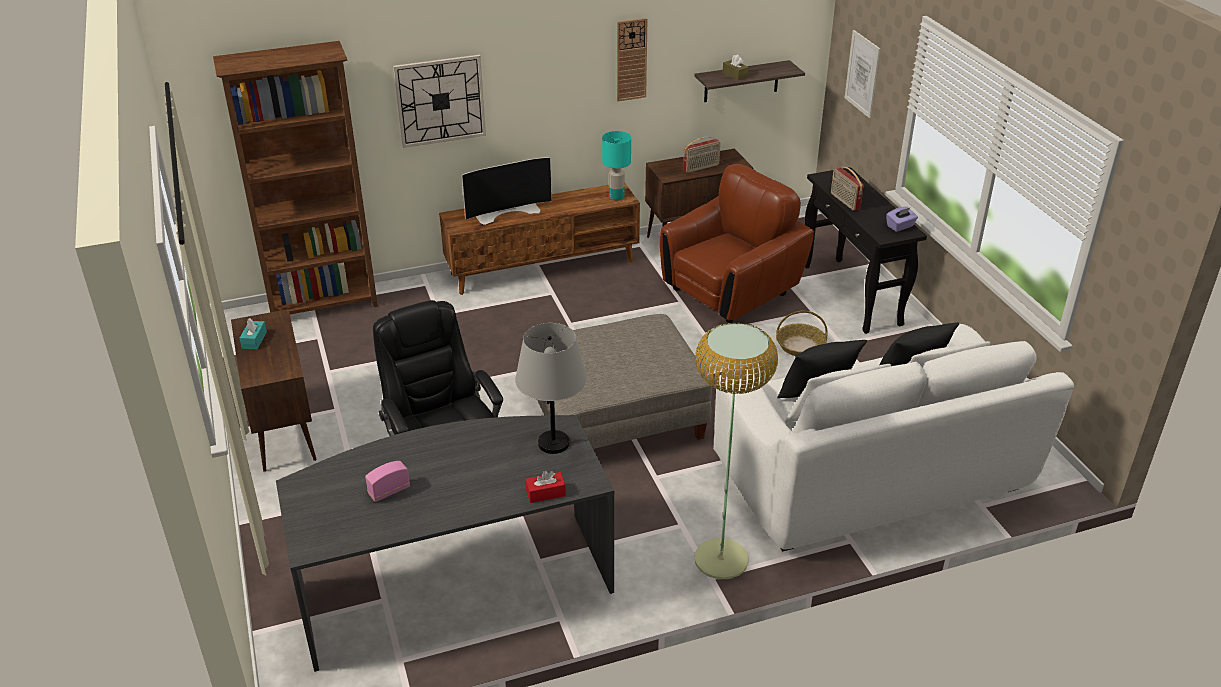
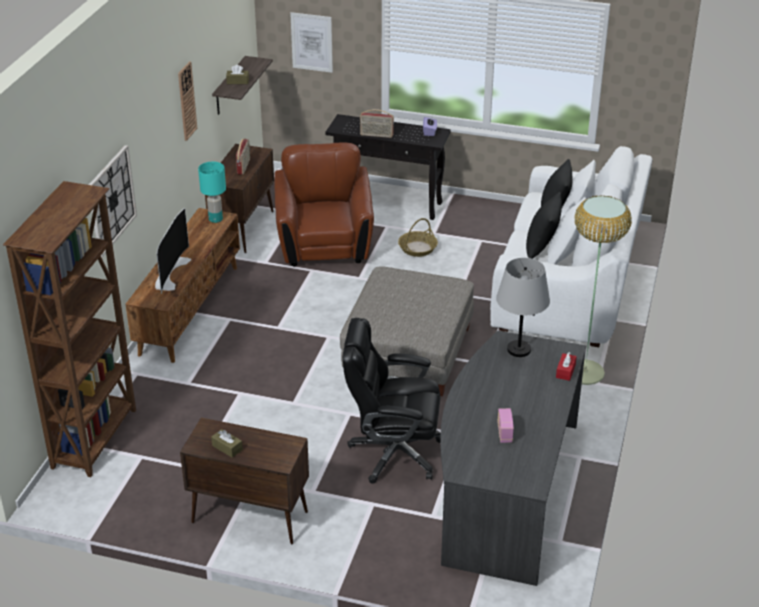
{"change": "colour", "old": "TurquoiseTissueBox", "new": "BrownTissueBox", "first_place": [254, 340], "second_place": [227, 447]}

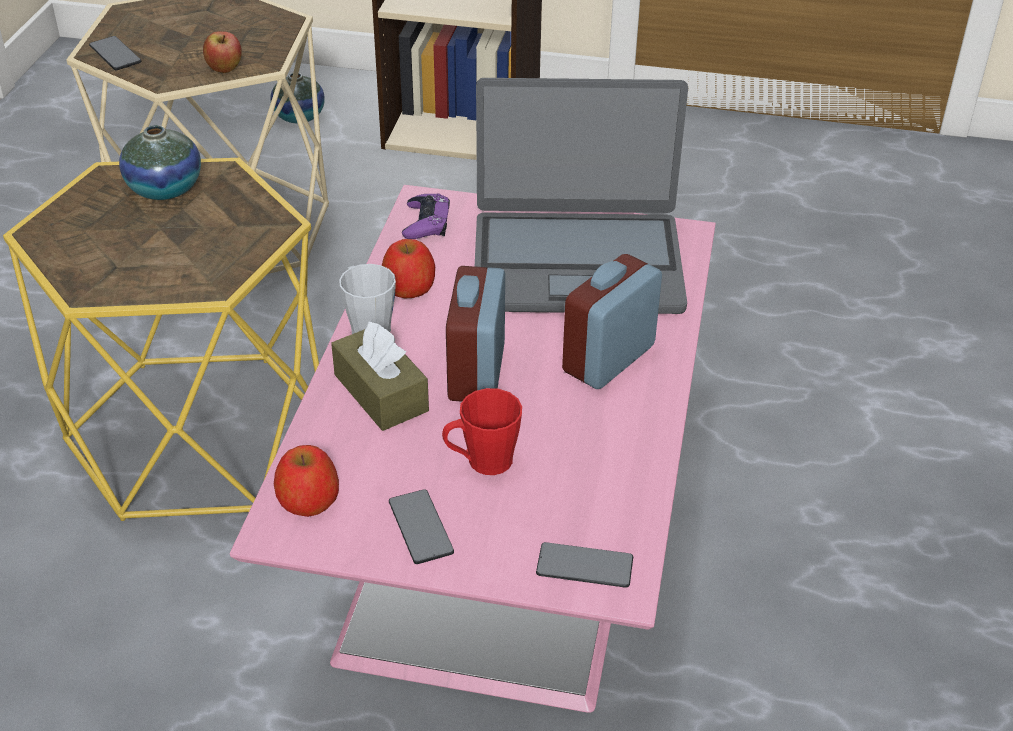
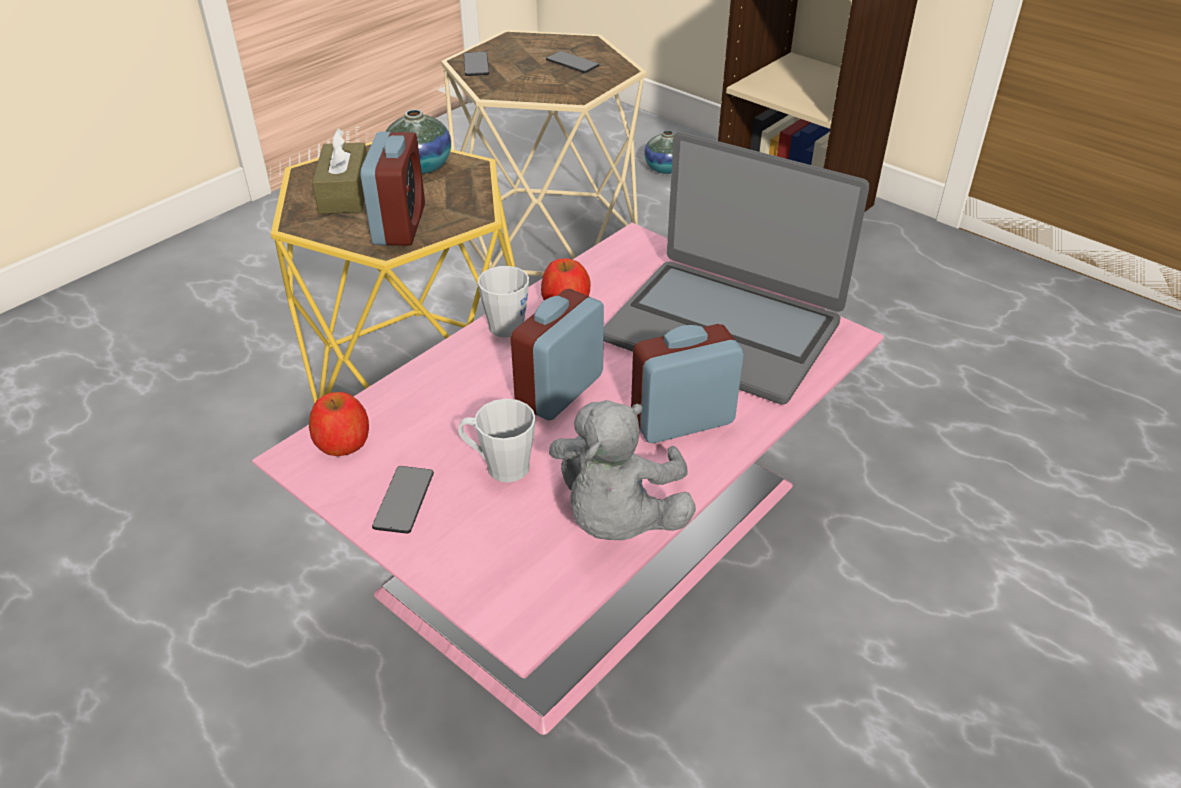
{"change": "missing", "old": "Apple", "first_place": [225, 70]}
{"change": "relocated", "old": "BrownTissueBox", "first_place": [381, 393], "second_place": [345, 193]}
{"change": "missing", "old": "PurpleGameController", "first_place": [426, 223]}
{"change": "colour", "old": "RedMug", "new": "GreyMug", "first_place": [481, 461], "second_place": [499, 466]}
{"change": "relocated", "old": "Phone", "first_place": [584, 566], "second_place": [572, 63]}
{"change": "appeared", "new": "AlarmClock", "second_place": [399, 225]}
{"change": "appeared", "new": "GreyPlushToy", "second_place": [618, 518]}

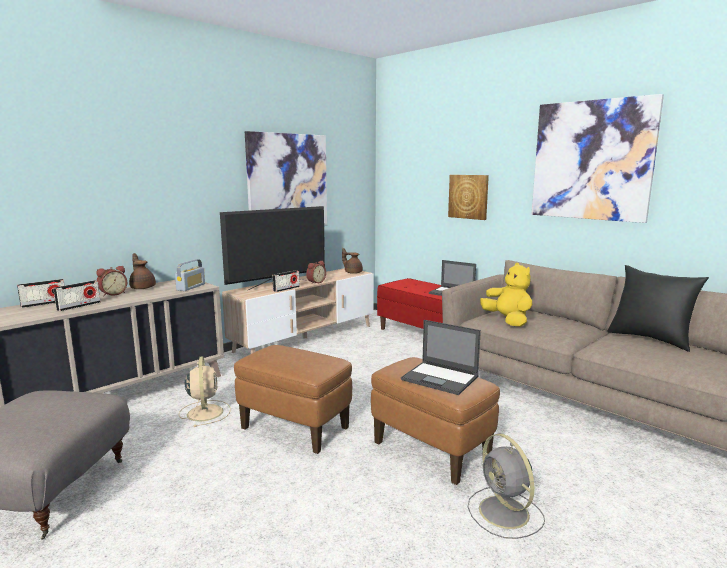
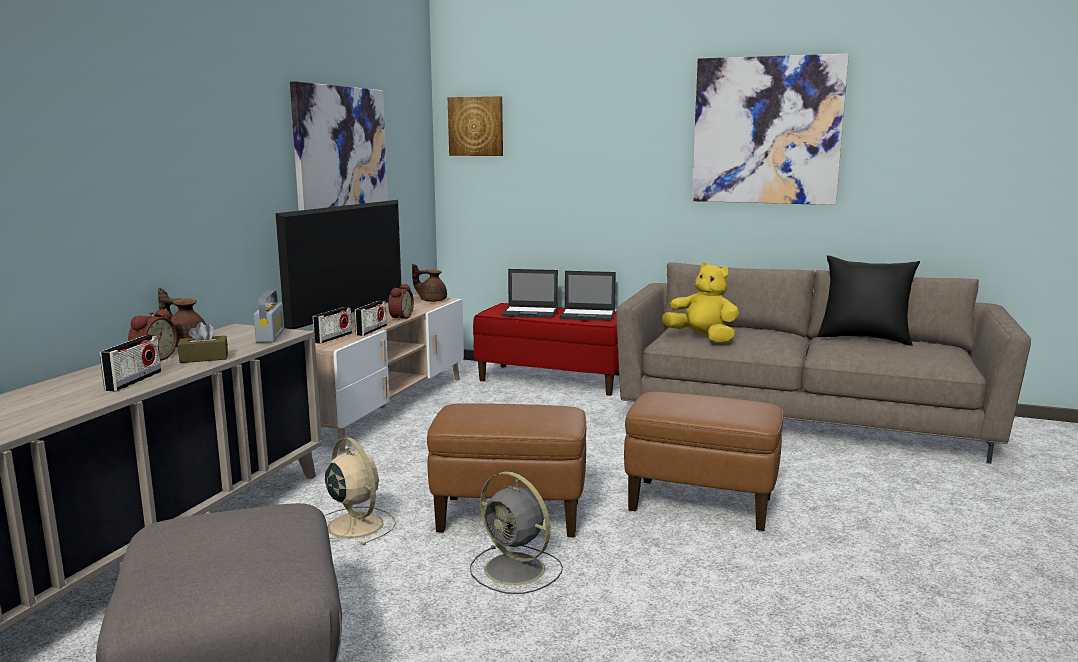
{"change": "relocated", "old": "Radio", "first_place": [44, 303], "second_place": [333, 338]}
{"change": "relocated", "old": "Laptop", "first_place": [441, 378], "second_place": [530, 313]}
{"change": "relocated", "old": "Picture", "first_place": [468, 196], "second_place": [476, 126]}
{"change": "relocated", "old": "GreyFan", "first_place": [505, 513], "second_place": [516, 570]}
{"change": "appeared", "new": "BrownTissueBox", "second_place": [204, 358]}

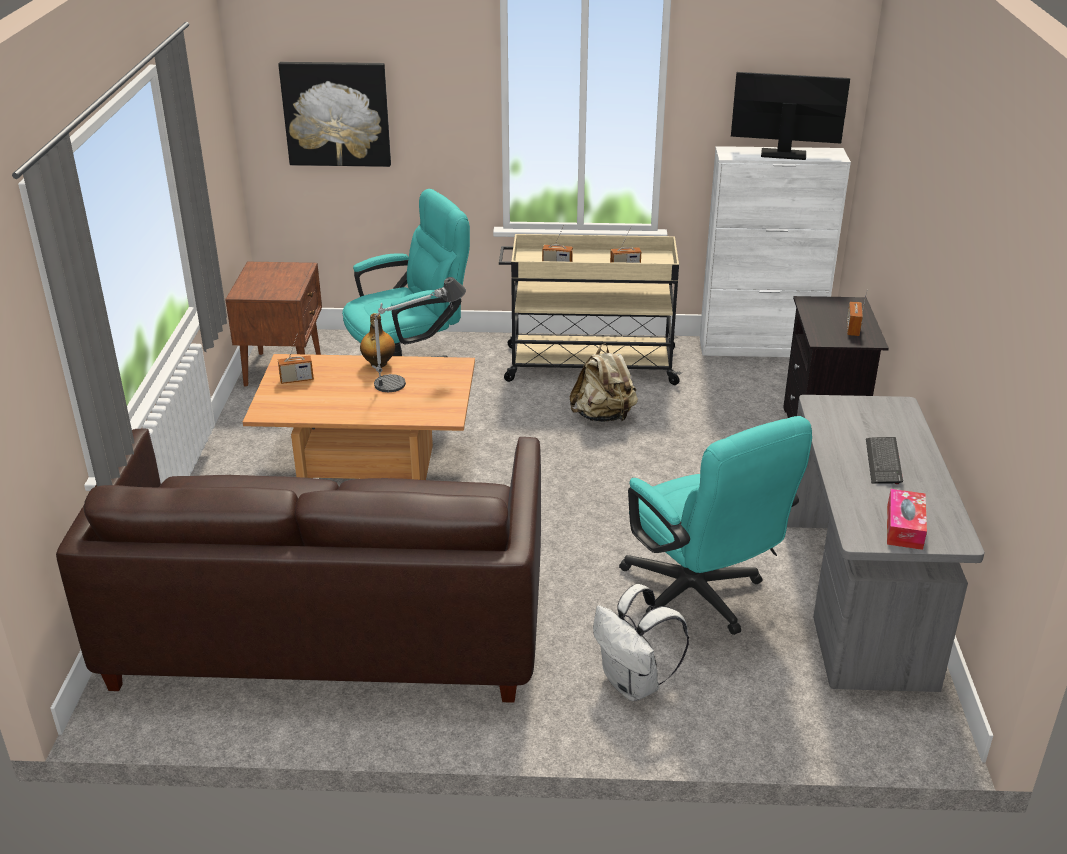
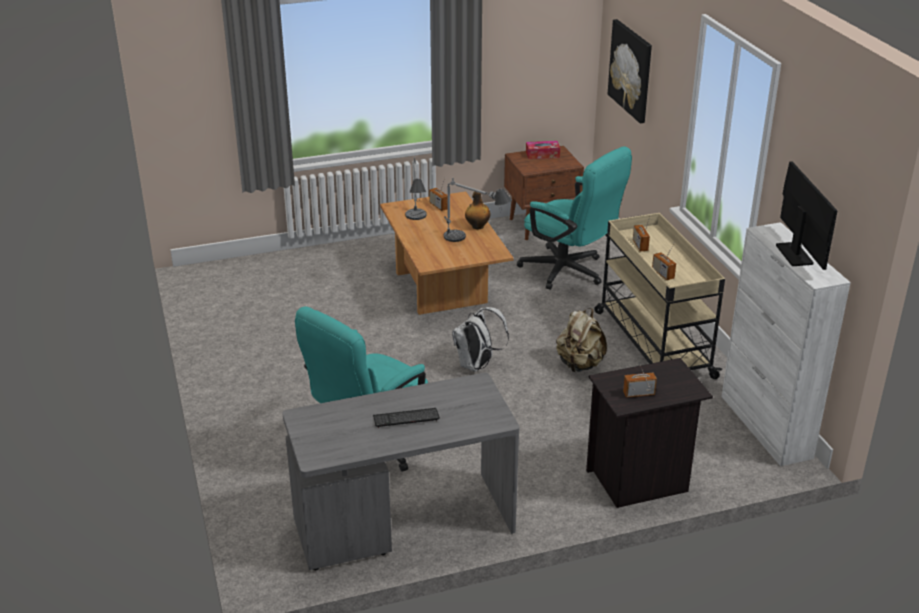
{"change": "missing", "old": "BrownSofa", "first_place": [328, 628]}
{"change": "relocated", "old": "WhiteBackpack", "first_place": [634, 684], "second_place": [477, 365]}
{"change": "relocated", "old": "TissueBox", "first_place": [904, 527], "second_place": [542, 154]}
{"change": "appeared", "new": "TableLamp", "second_place": [416, 225]}

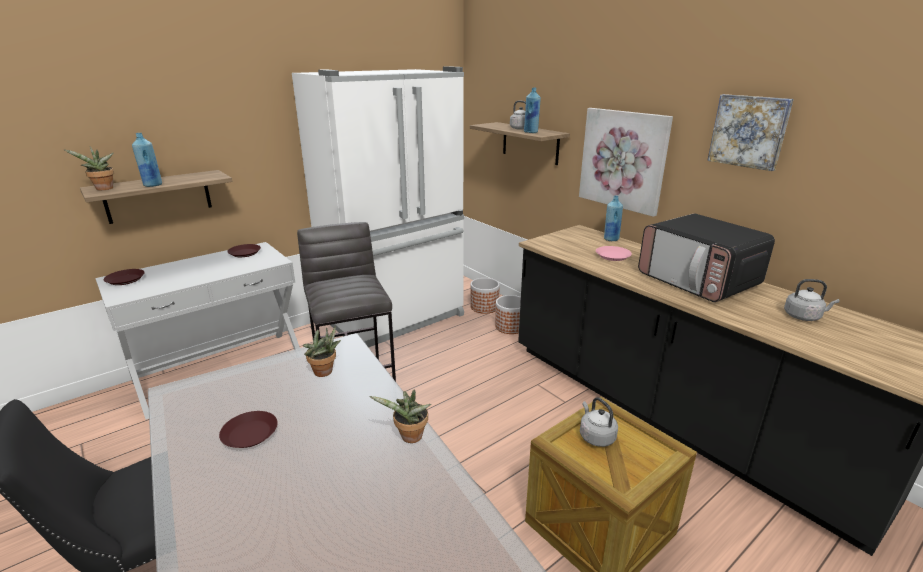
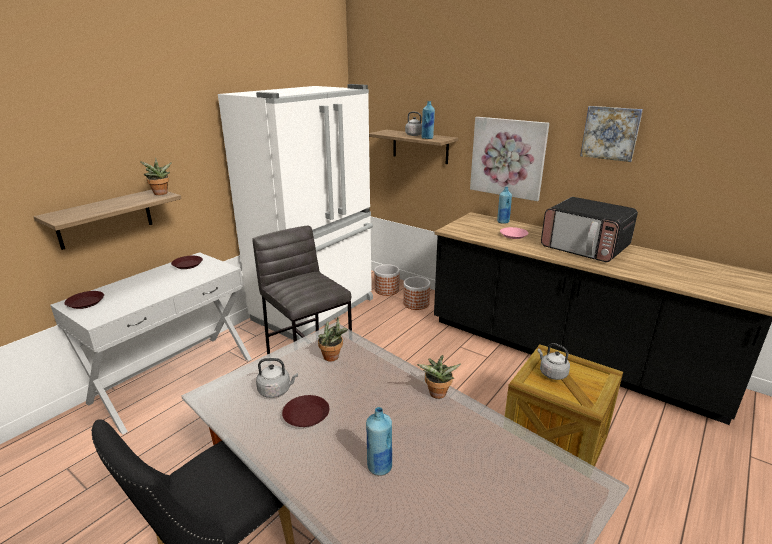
{"change": "relocated", "old": "PottedPlant", "first_place": [103, 189], "second_place": [160, 194]}
{"change": "relocated", "old": "BlueBottle", "first_place": [152, 185], "second_place": [379, 467]}
{"change": "relocated", "old": "GreyKettle", "first_place": [804, 316], "second_place": [276, 391]}

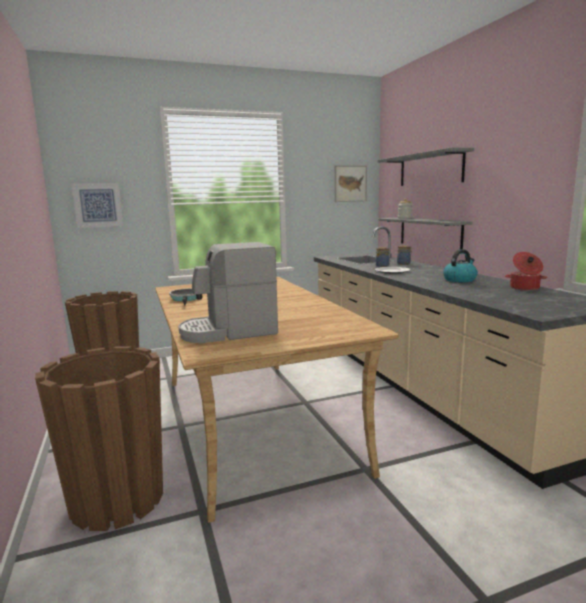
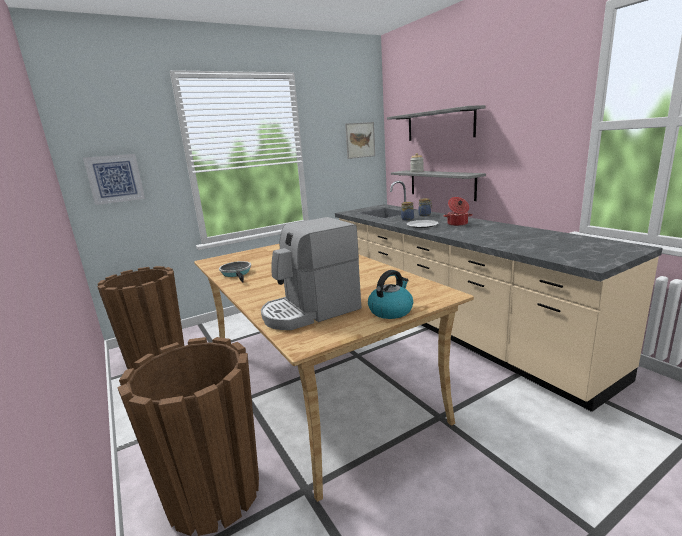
{"change": "relocated", "old": "Kettle", "first_place": [460, 280], "second_place": [391, 311]}
{"change": "relocated", "old": "CookingPot", "first_place": [524, 288], "second_place": [457, 224]}

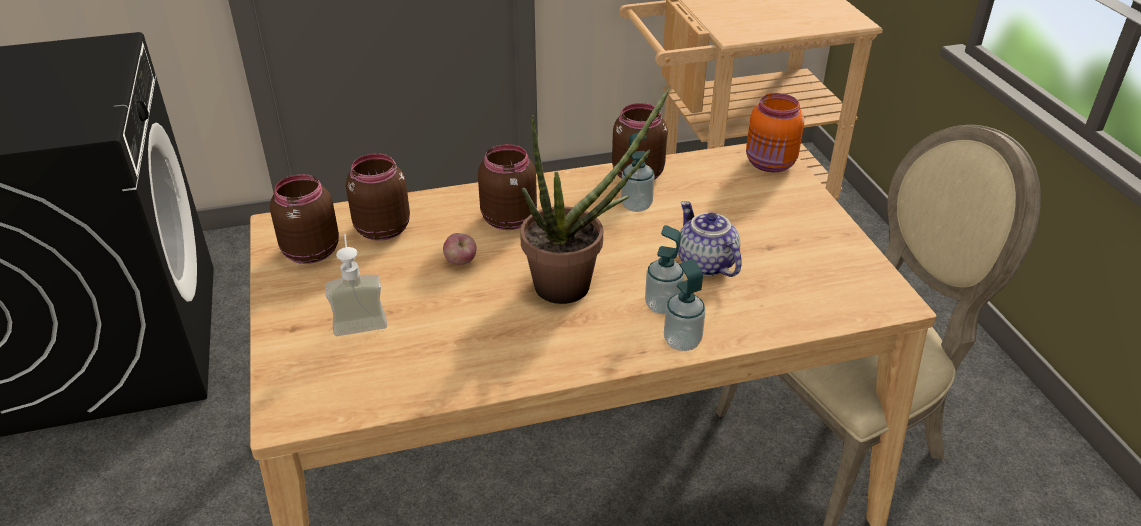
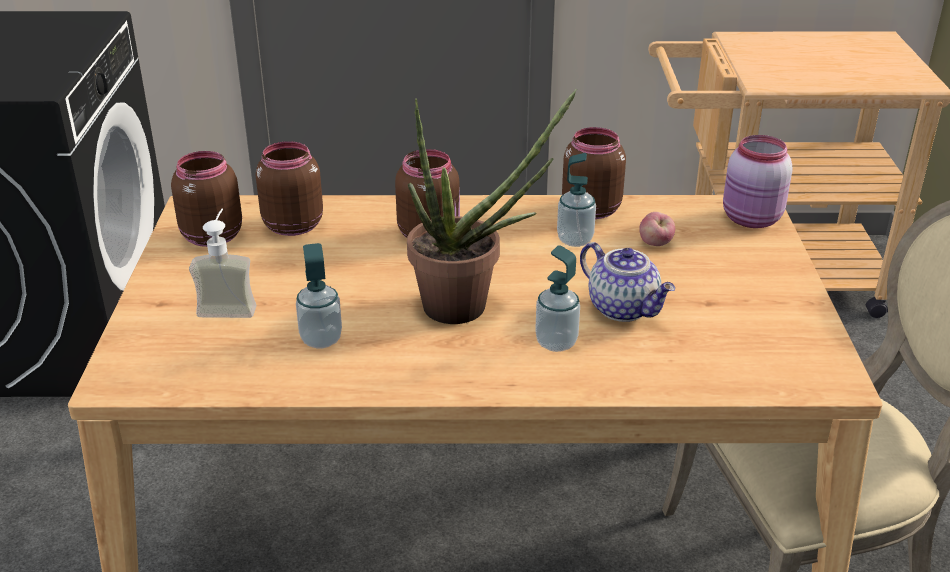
{"change": "relocated", "old": "Apple", "first_place": [461, 262], "second_place": [655, 244]}
{"change": "relocated", "old": "SoapDispenser", "first_place": [682, 341], "second_place": [321, 339]}
{"change": "spun", "old": "Teapot", "first_place": [704, 264], "second_place": [624, 308], "degrees": 150}
{"change": "colour", "old": "OrangeJar", "new": "PinkJar", "first_place": [770, 164], "second_place": [751, 220]}

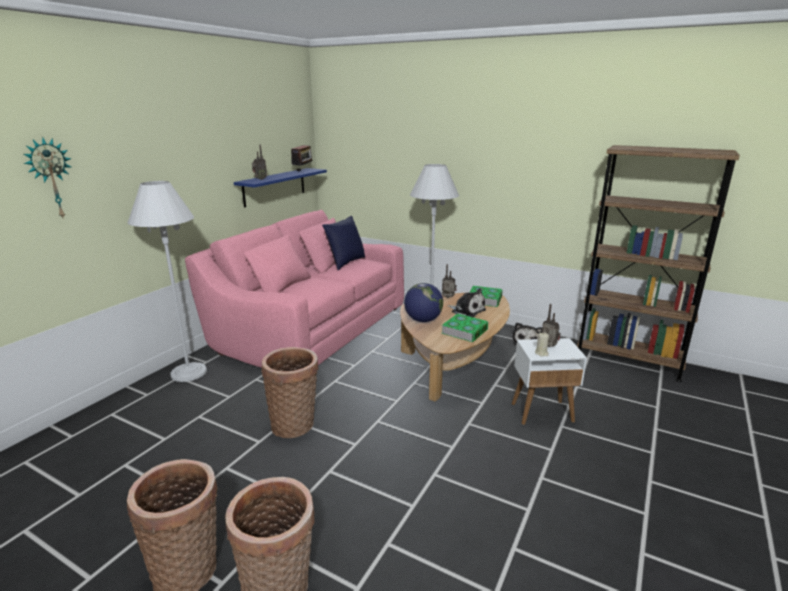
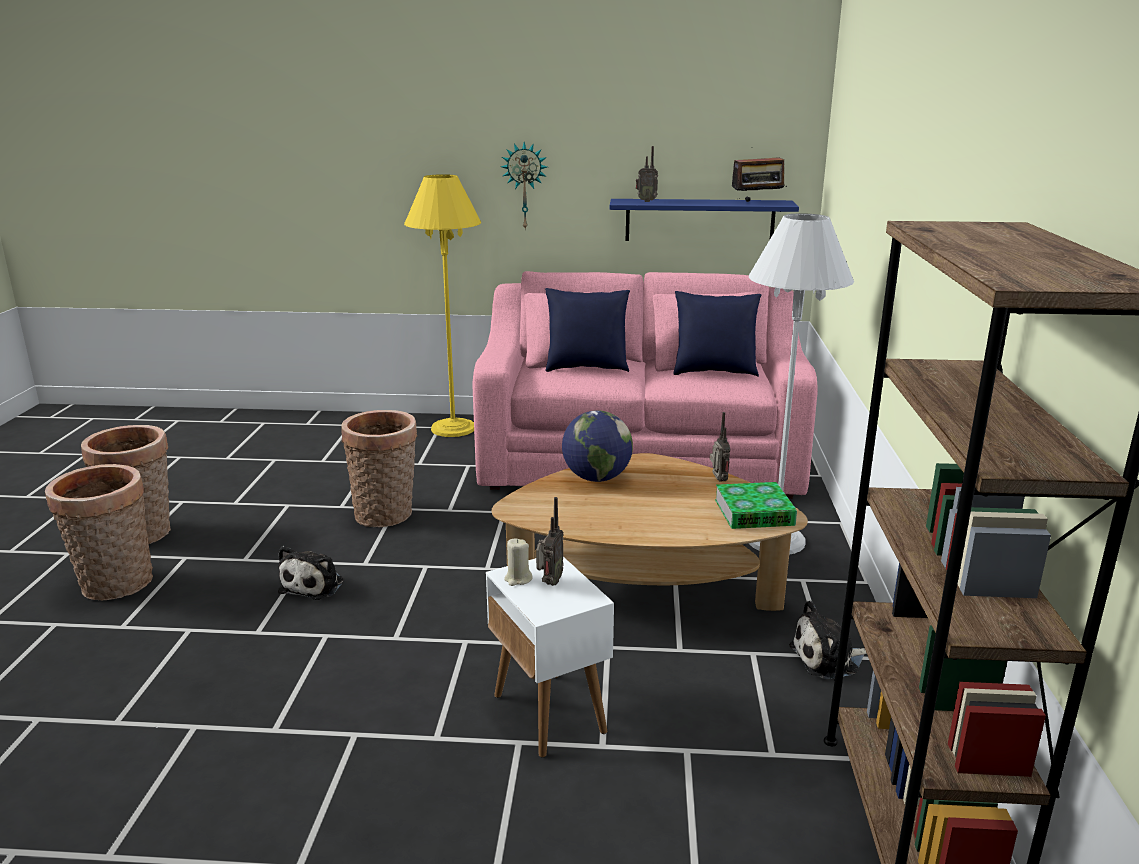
{"change": "relocated", "old": "WallClock", "first_place": [51, 179], "second_place": [525, 186]}
{"change": "colour", "old": "WhiteFloorLamp", "new": "YellowFloorLamp", "first_place": [188, 372], "second_place": [453, 428]}
{"change": "missing", "old": "Book", "first_place": [464, 331]}
{"change": "relocated", "old": "PlushToy", "first_place": [467, 311], "second_place": [314, 585]}
{"change": "appeared", "new": "BluePillow", "second_place": [586, 368]}

